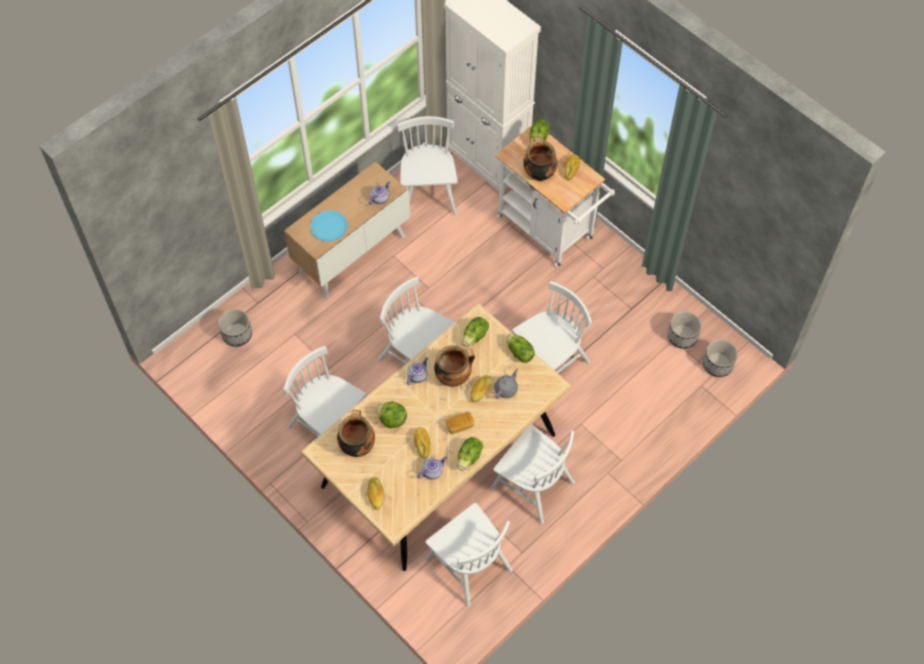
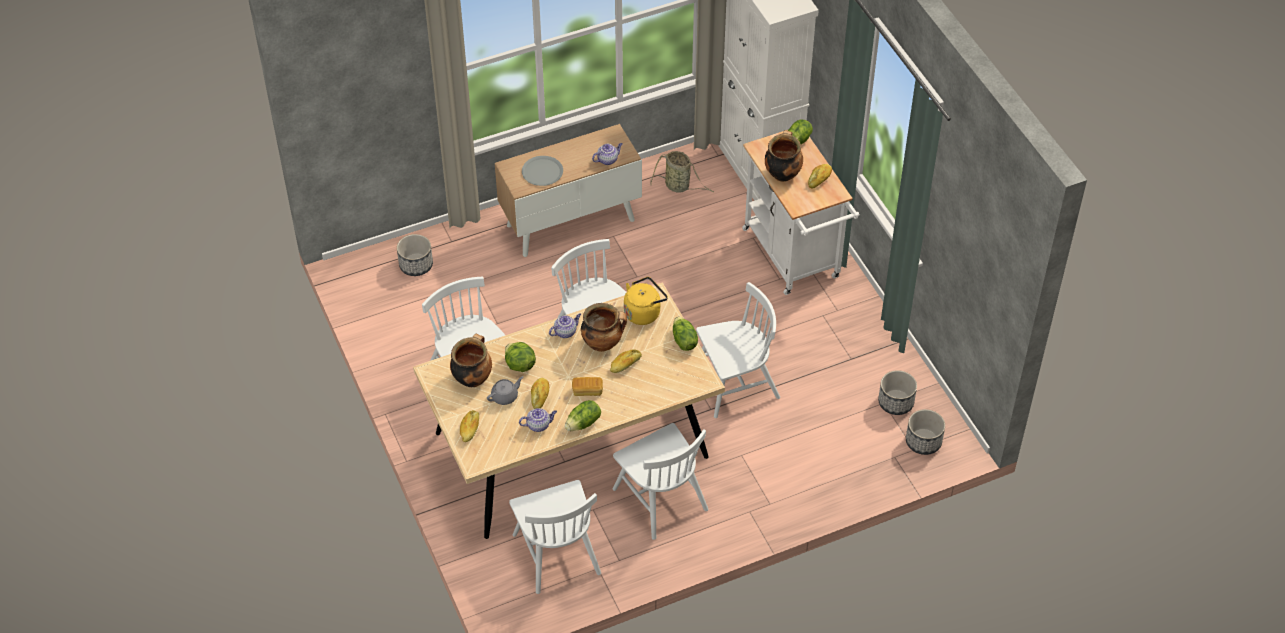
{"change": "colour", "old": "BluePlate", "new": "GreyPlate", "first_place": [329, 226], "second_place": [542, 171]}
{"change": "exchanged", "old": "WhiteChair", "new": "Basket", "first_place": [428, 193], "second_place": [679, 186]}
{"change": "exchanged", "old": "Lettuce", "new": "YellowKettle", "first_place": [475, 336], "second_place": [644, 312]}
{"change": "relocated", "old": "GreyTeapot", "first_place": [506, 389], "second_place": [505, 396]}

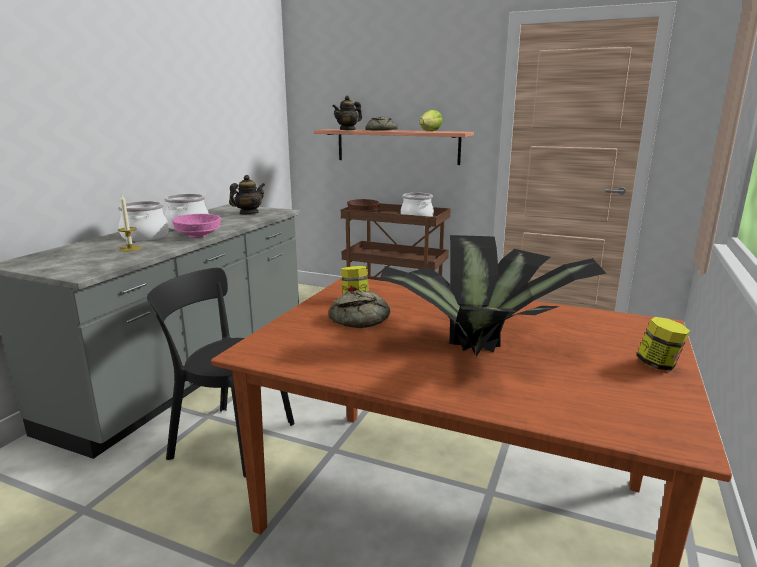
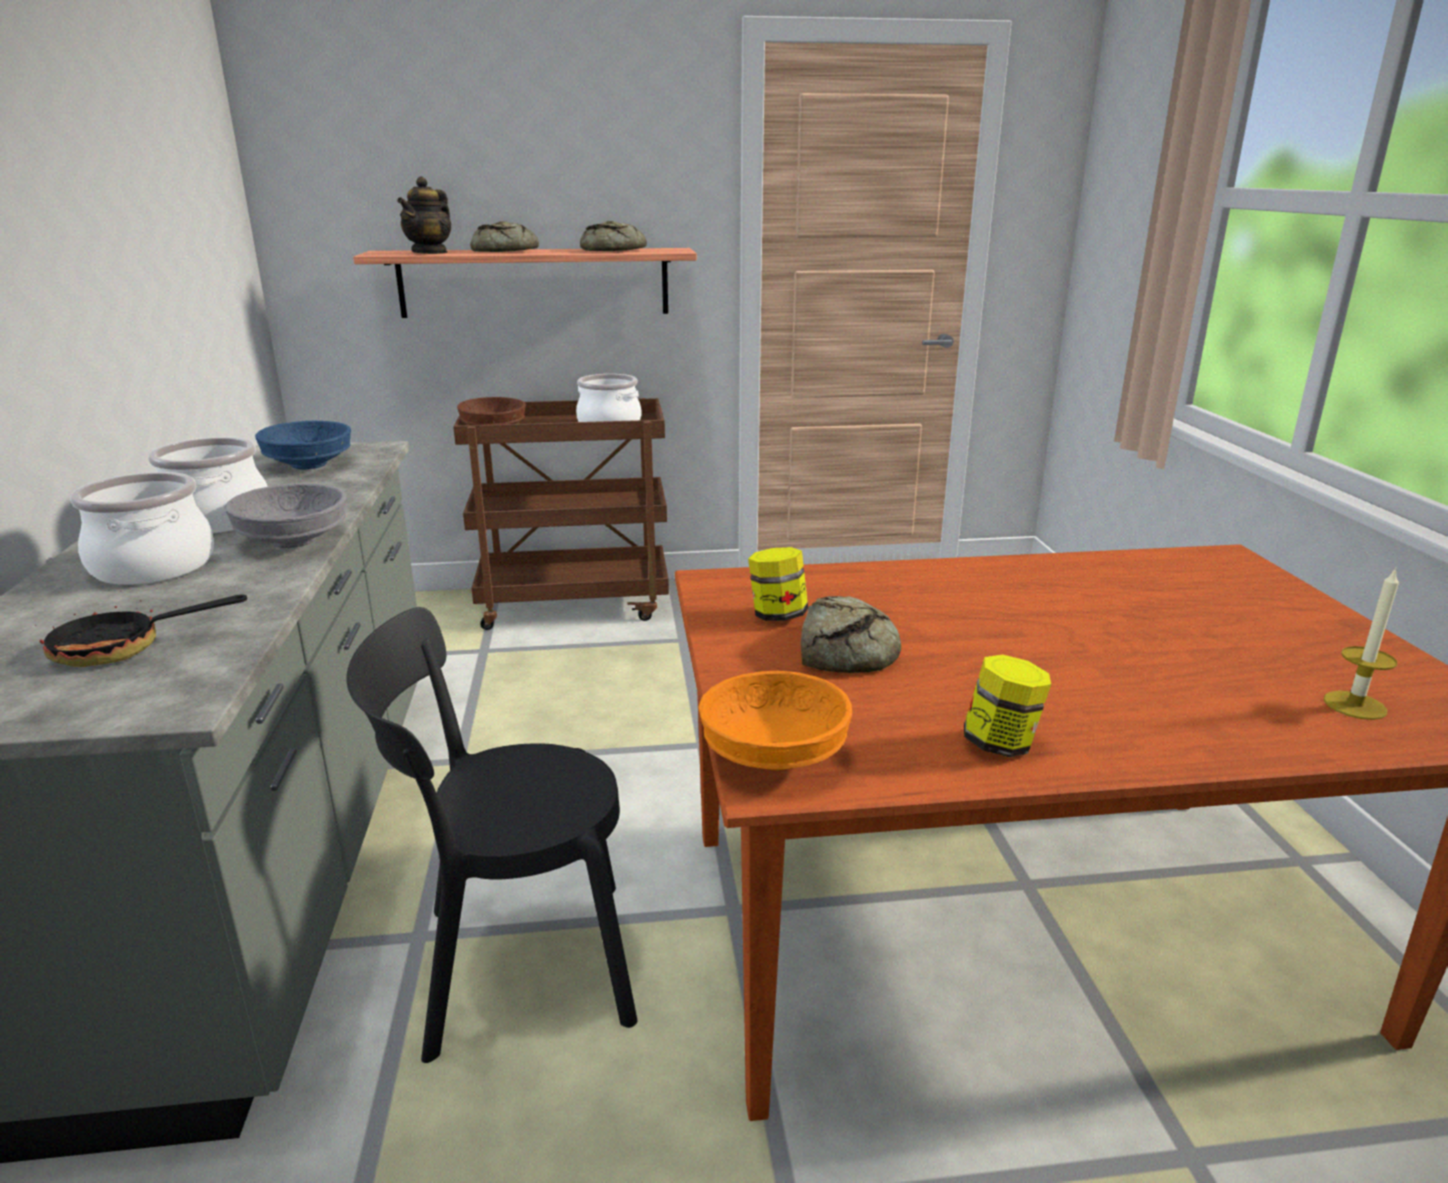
{"change": "relocated", "old": "Candle", "first_place": [130, 248], "second_place": [1354, 705]}
{"change": "colour", "old": "PinkBowl", "new": "GreyBowl", "first_place": [197, 236], "second_place": [292, 541]}
{"change": "exchanged", "old": "Teapot", "new": "BlueBowl", "first_place": [248, 213], "second_place": [307, 465]}
{"change": "missing", "old": "PottedPlant", "first_place": [483, 341]}
{"change": "exchanged", "old": "Lettuce", "new": "Bread", "first_place": [430, 131], "second_place": [613, 250]}
{"change": "relocated", "old": "Jar", "first_place": [658, 365], "second_place": [1001, 744]}
{"change": "appeared", "new": "FryingPan", "second_place": [124, 648]}
{"change": "appeared", "new": "OrangeBowl", "second_place": [776, 755]}

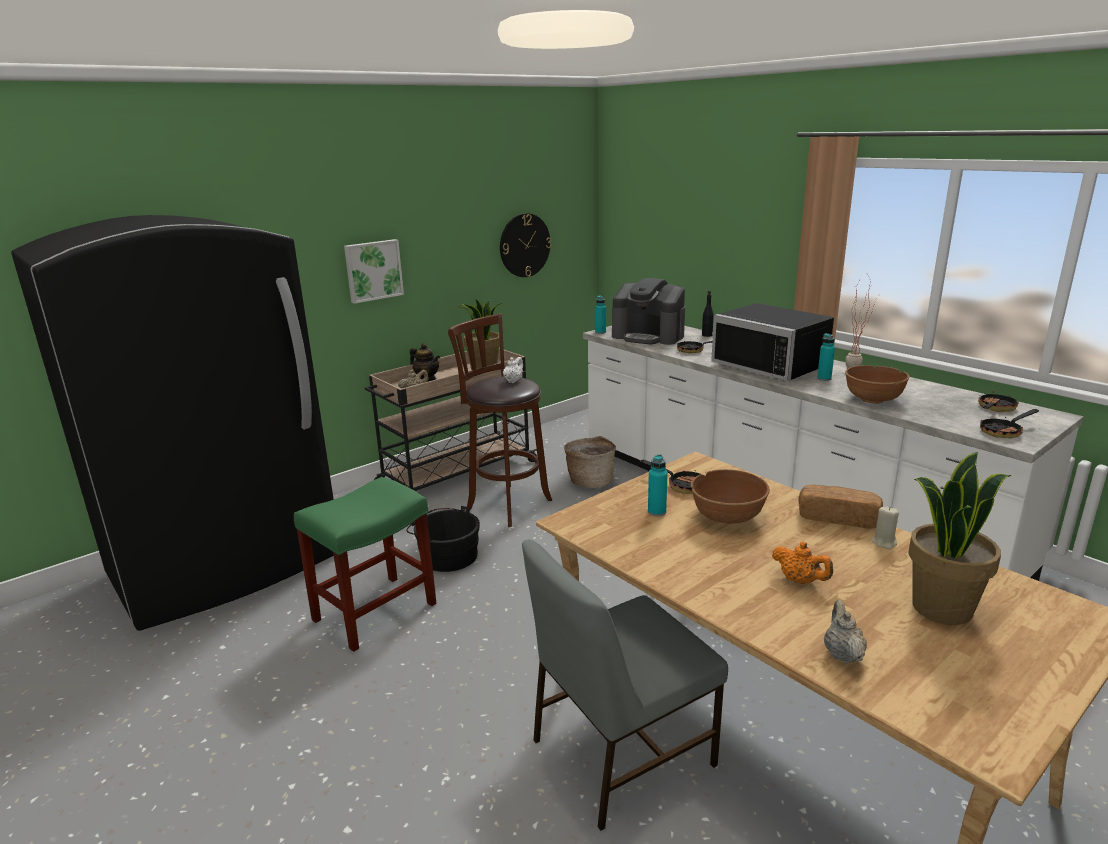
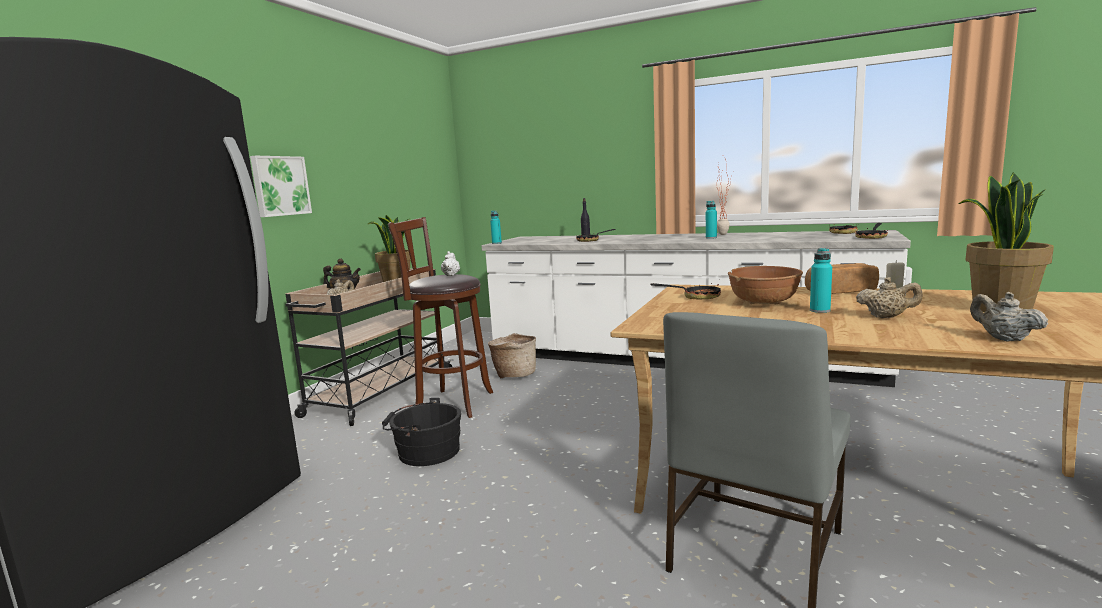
{"change": "missing", "old": "GreenStool", "first_place": [376, 611]}
{"change": "missing", "old": "WallClock", "first_place": [524, 245]}
{"change": "missing", "old": "CoffeeMachine", "first_place": [648, 336]}
{"change": "relocated", "old": "TurquoiseBottle", "first_place": [656, 512], "second_place": [820, 310]}
{"change": "missing", "old": "BlackMicrowave", "first_place": [774, 365]}
{"change": "colour", "old": "OrangeTeapot", "new": "BeigeTeapot", "first_place": [800, 581], "second_place": [887, 317]}
{"change": "missing", "old": "BrownBowl", "first_place": [873, 399]}

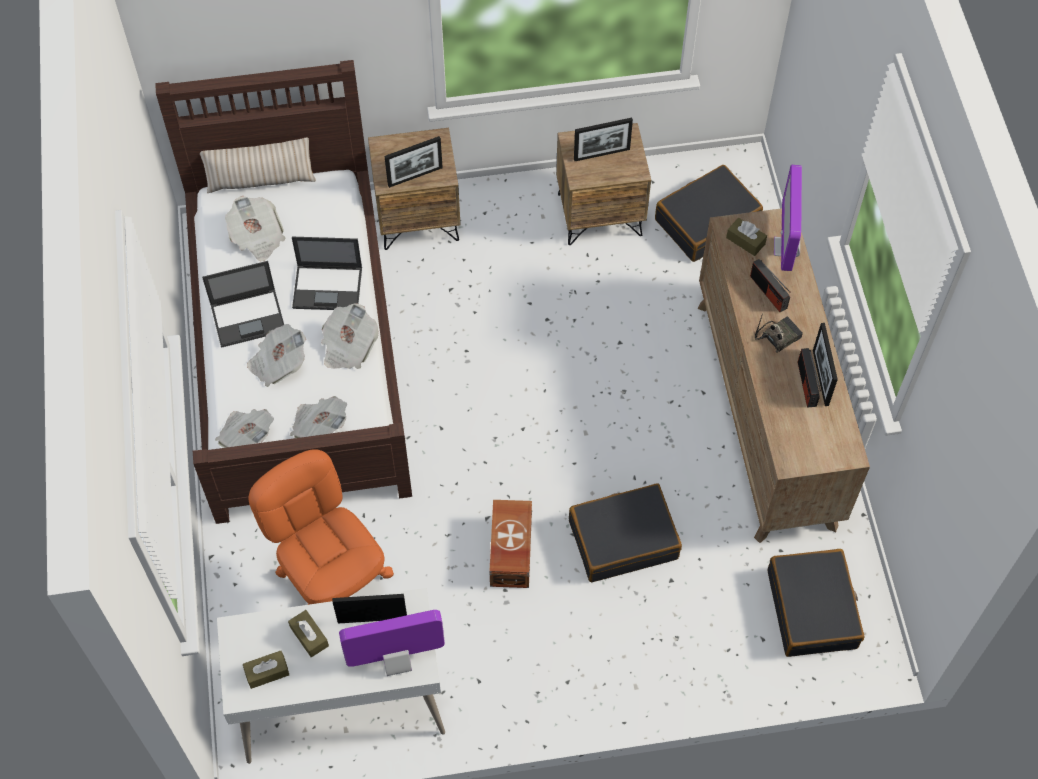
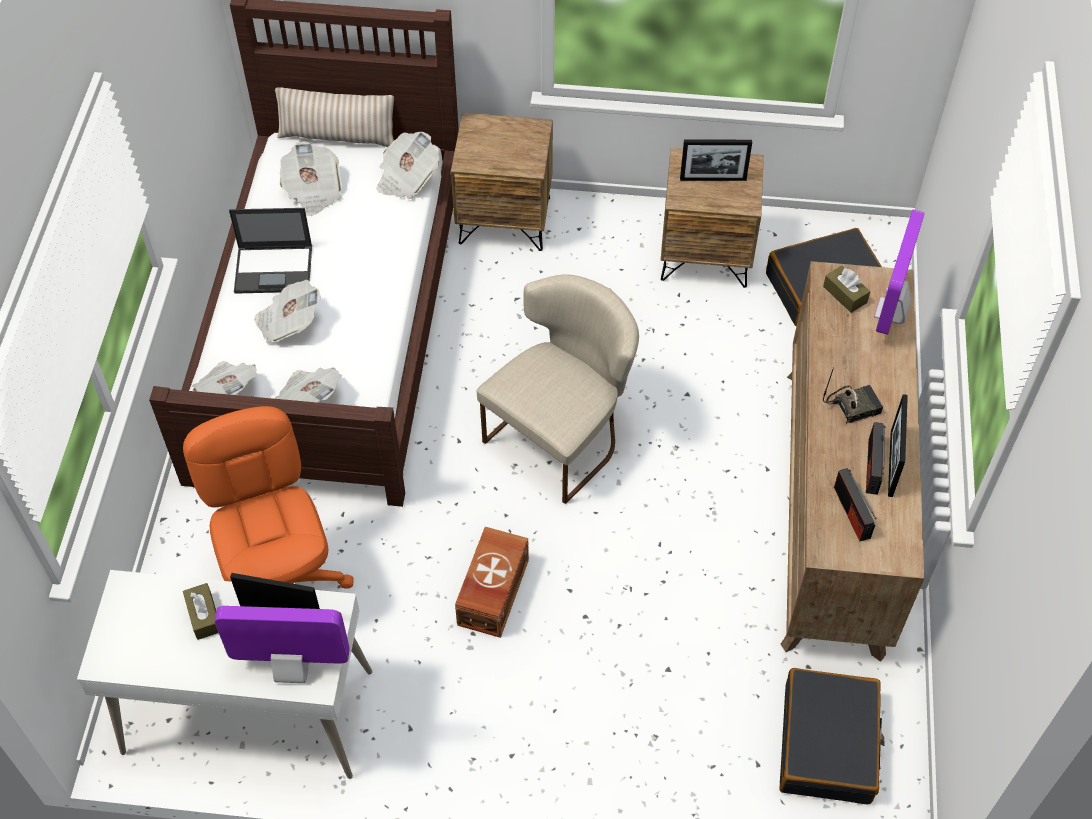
{"change": "missing", "old": "BrownTissueBox", "first_place": [267, 672]}
{"change": "missing", "old": "Laptop", "first_place": [328, 287]}
{"change": "relocated", "old": "Newspaper", "first_place": [348, 347], "second_place": [407, 178]}
{"change": "missing", "old": "PictureFrame", "first_place": [415, 176]}
{"change": "missing", "old": "BlackSuitcase", "first_place": [623, 539]}
{"change": "relocated", "old": "Radio", "first_place": [768, 292], "second_place": [852, 513]}
{"change": "appeared", "new": "BeigeChair", "second_place": [562, 435]}

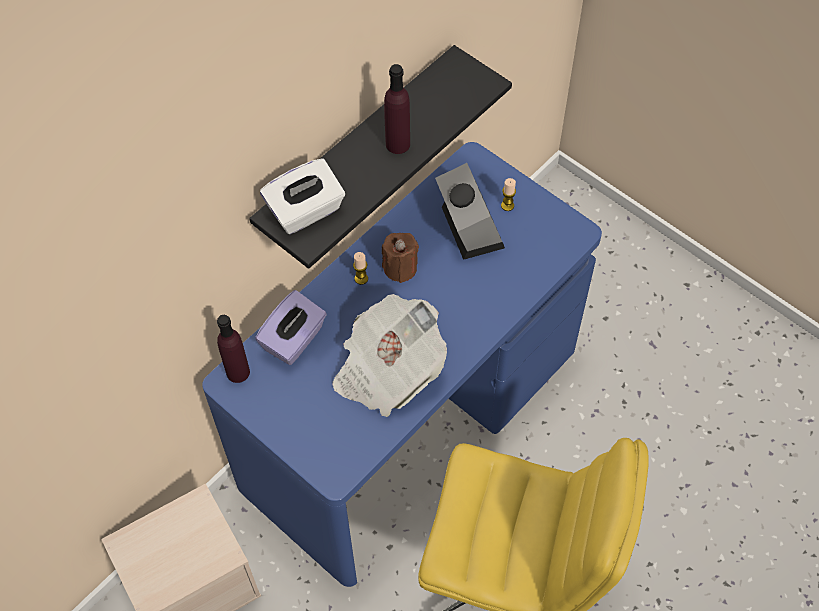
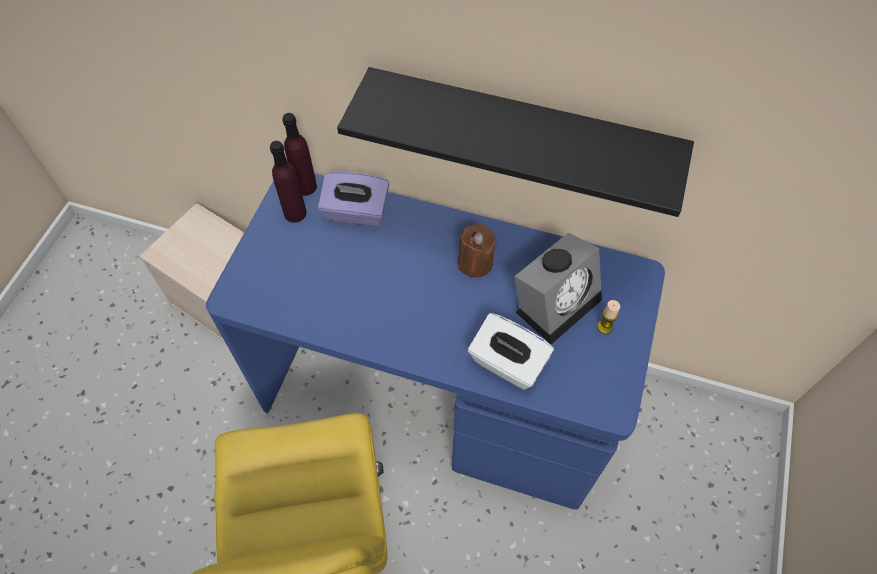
{"change": "relocated", "old": "WhiteTissueBox", "first_place": [305, 211], "second_place": [507, 363]}
{"change": "missing", "old": "Newspaper", "first_place": [387, 370]}
{"change": "missing", "old": "Candle", "first_place": [361, 278]}
{"change": "relocated", "old": "PurpleBottle", "first_place": [397, 144], "second_place": [295, 213]}

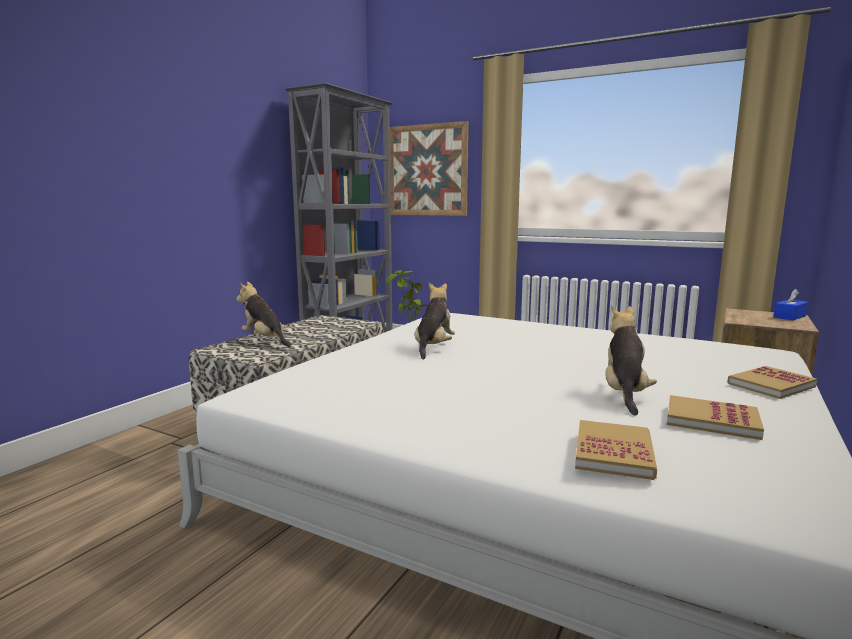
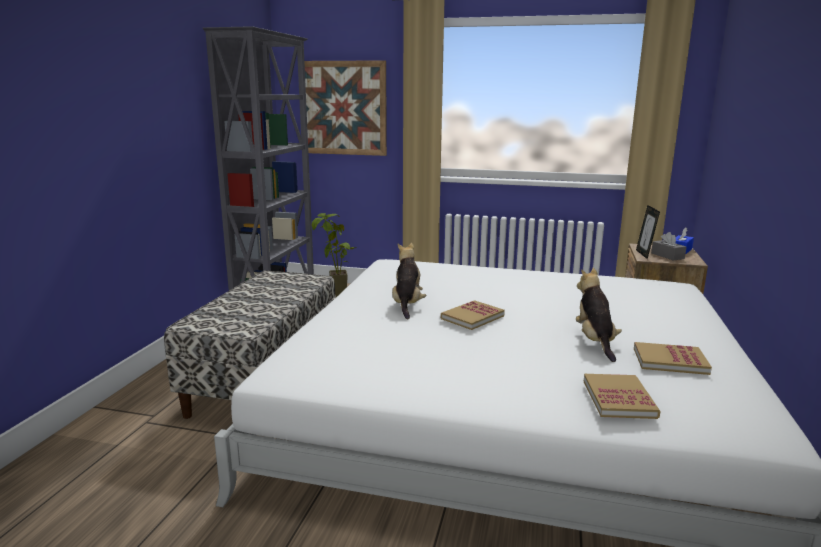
{"change": "missing", "old": "PlushToy", "first_place": [265, 340]}
{"change": "relocated", "old": "Book", "first_place": [771, 385], "second_place": [472, 317]}
{"change": "appeared", "new": "PictureFrame", "second_place": [644, 254]}
{"change": "appeared", "new": "GreyTissueBox", "second_place": [667, 256]}

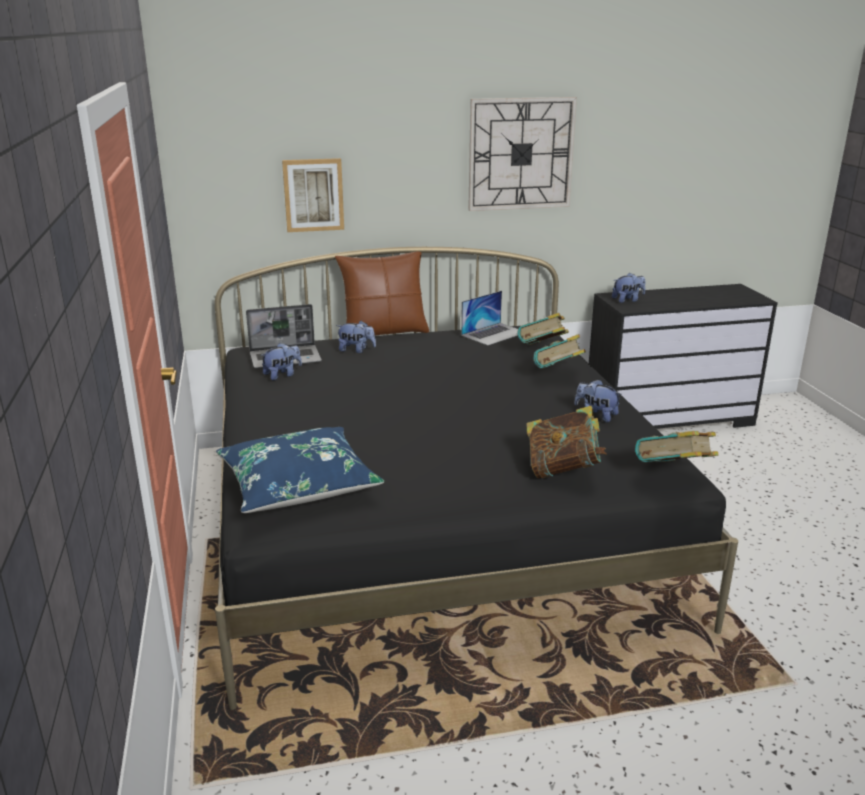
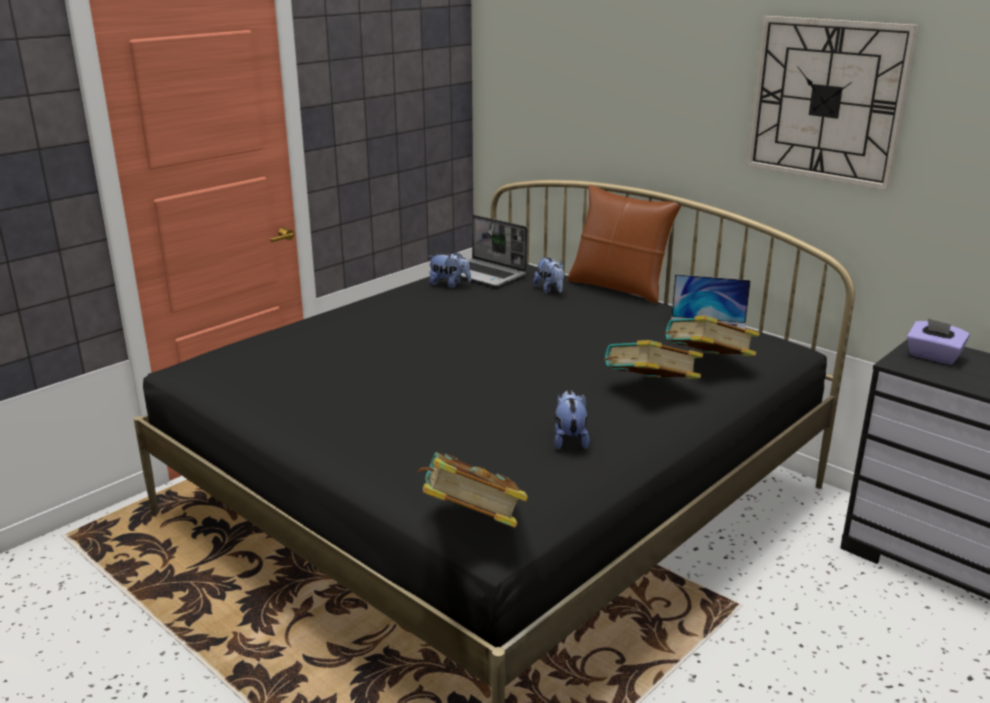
{"change": "missing", "old": "BluePillow", "first_place": [298, 484]}
{"change": "missing", "old": "Picture", "first_place": [313, 195]}
{"change": "missing", "old": "Book", "first_place": [563, 469]}
{"change": "exchanged", "old": "PlushToy", "new": "PurpleTissueBox", "first_place": [627, 300], "second_place": [933, 356]}

